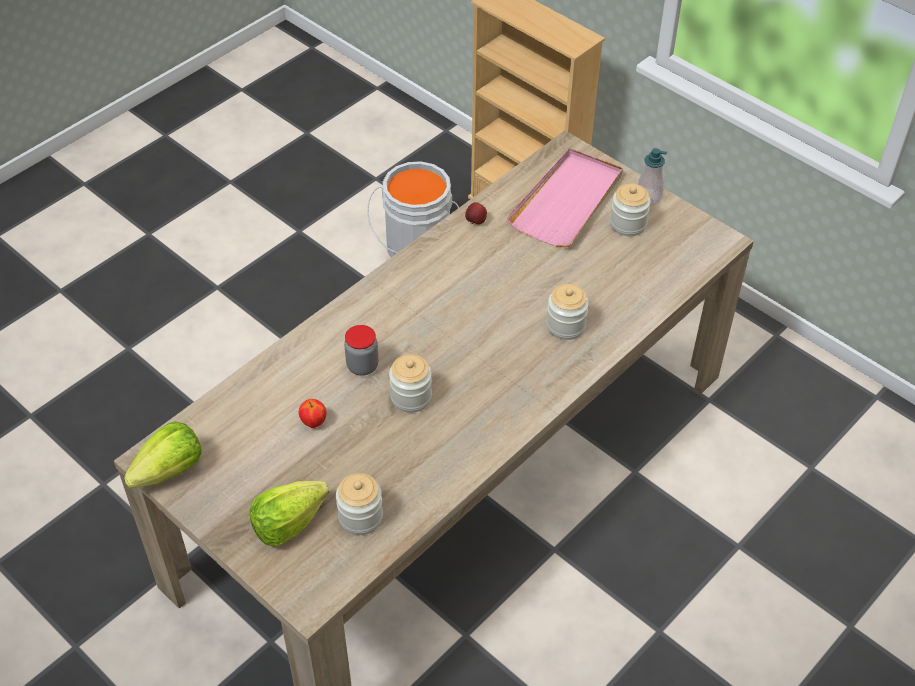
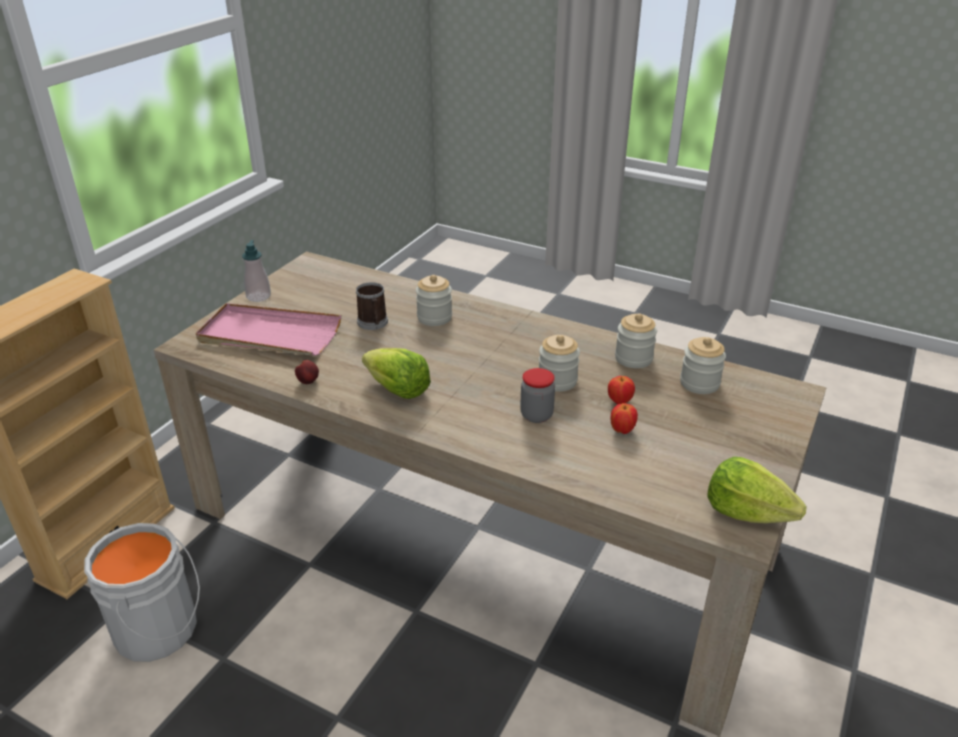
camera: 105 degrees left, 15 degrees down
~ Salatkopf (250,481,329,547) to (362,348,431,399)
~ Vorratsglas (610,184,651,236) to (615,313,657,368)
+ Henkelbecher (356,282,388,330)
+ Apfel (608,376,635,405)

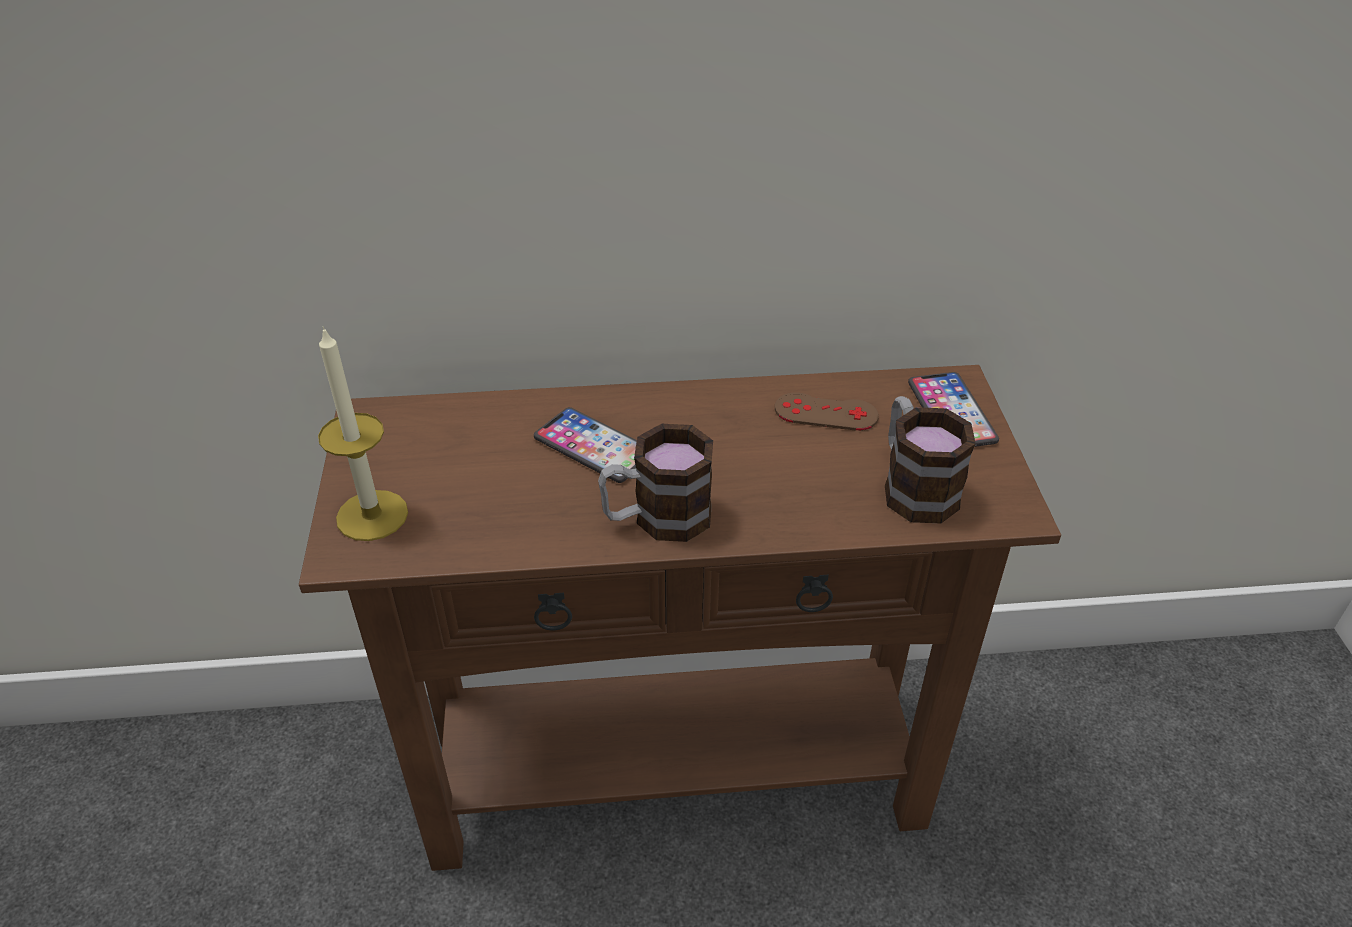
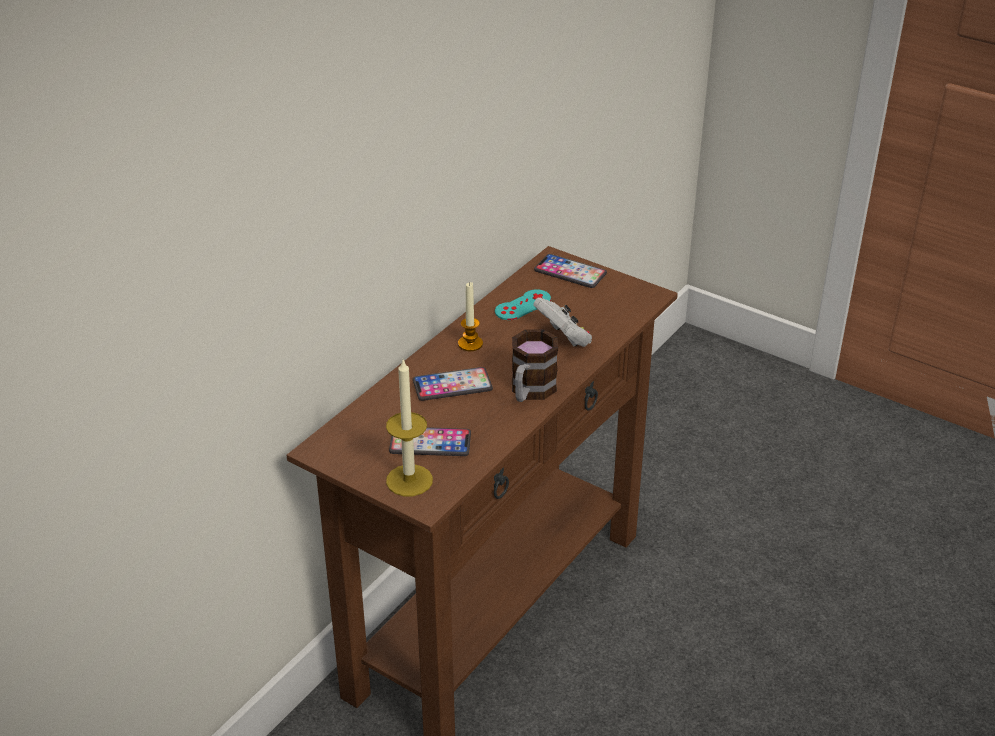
camera: 50 degrees left, 5 degrees down
~ Gamepad/braun (775,392,879,431) to Gamepad/türkis (495,289,551,320)
- Henkelbecher (885,396,976,523)
+ Handy (389,427,471,456)
+ Kerze (458,282,483,351)
+ Gamepad/weiß (533,297,592,347)

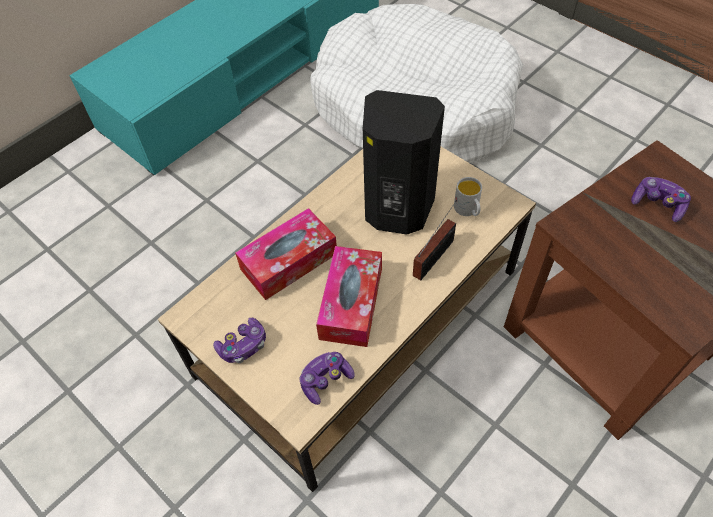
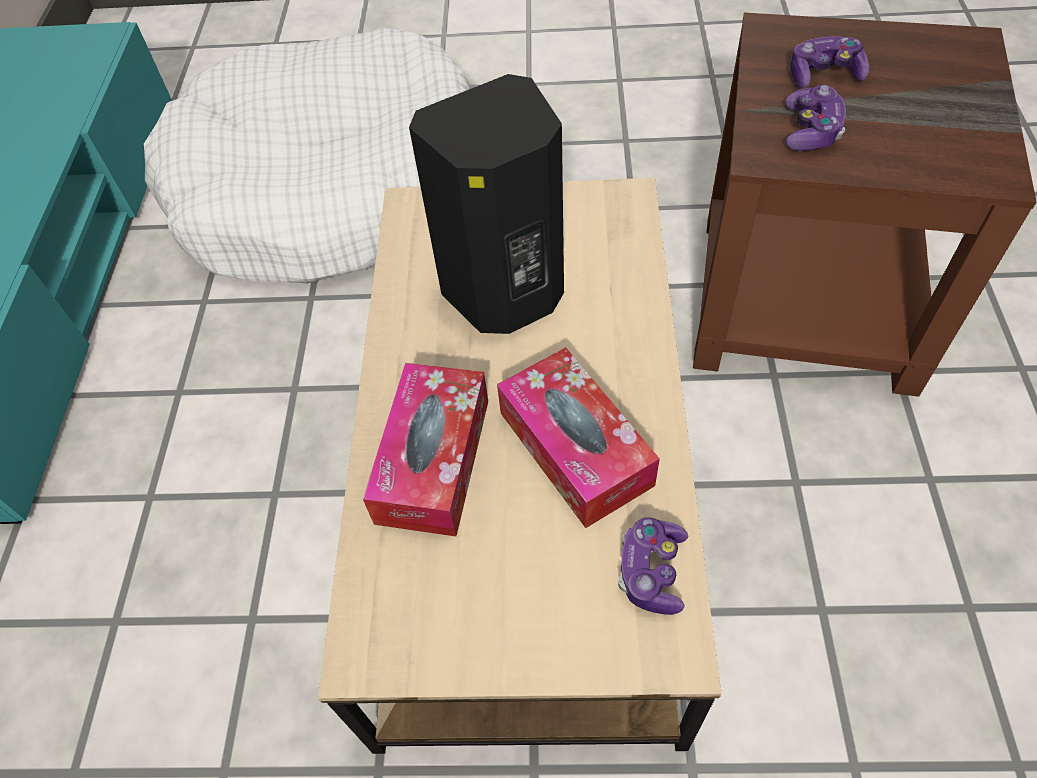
camera: 40 degrees left, 0 degrees up
~ Gamepad (213,318,266,363) to (785,85,846,151)
- Radio (413,200,457,280)
- Henkelbecher/weiß (454,177,482,216)

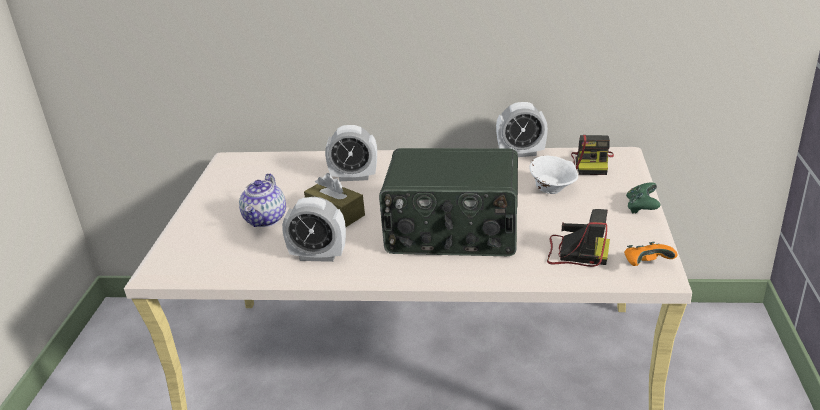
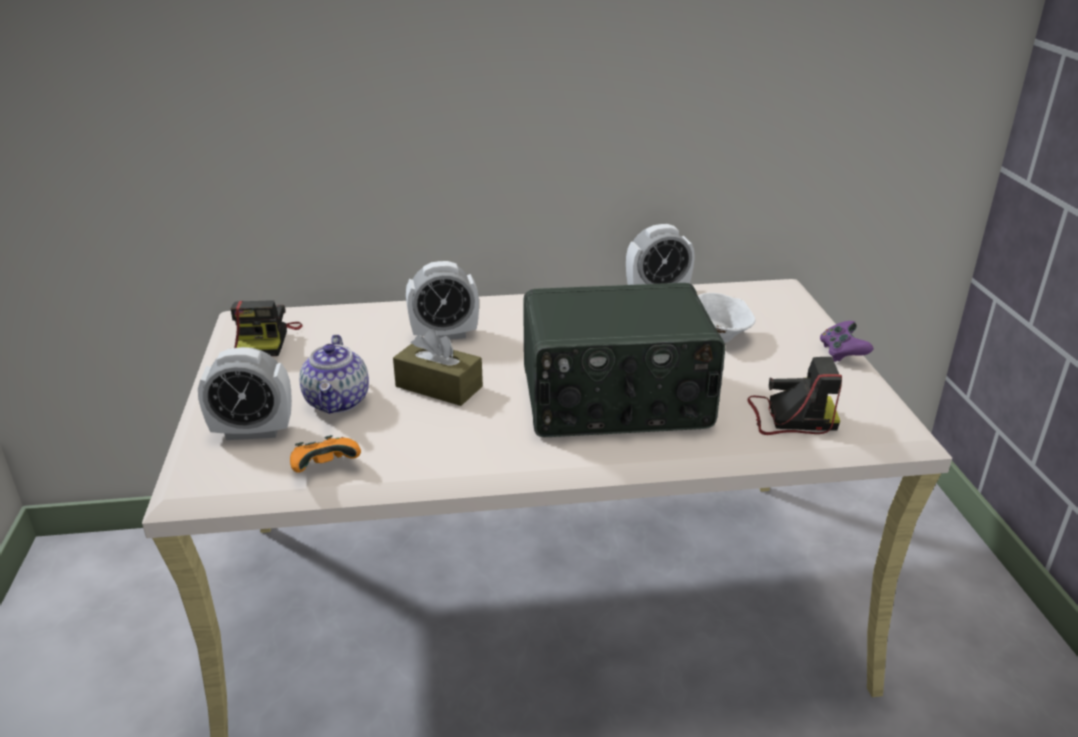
camera: 15 degrees left, 0 degrees up
~ Wecker (282,197,346,262) to (198,347,292,440)
~ Kamera (571,135,614,175) to (230,300,303,356)
~ Gamepad/orange (624,242,677,266) to (290,435,361,472)
~ Gamepad/grün (626,182,661,213) to Gamepad/lila (820,321,874,362)

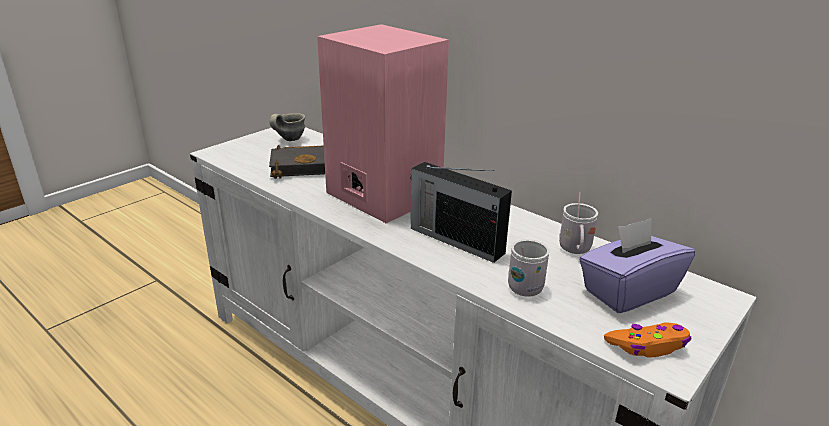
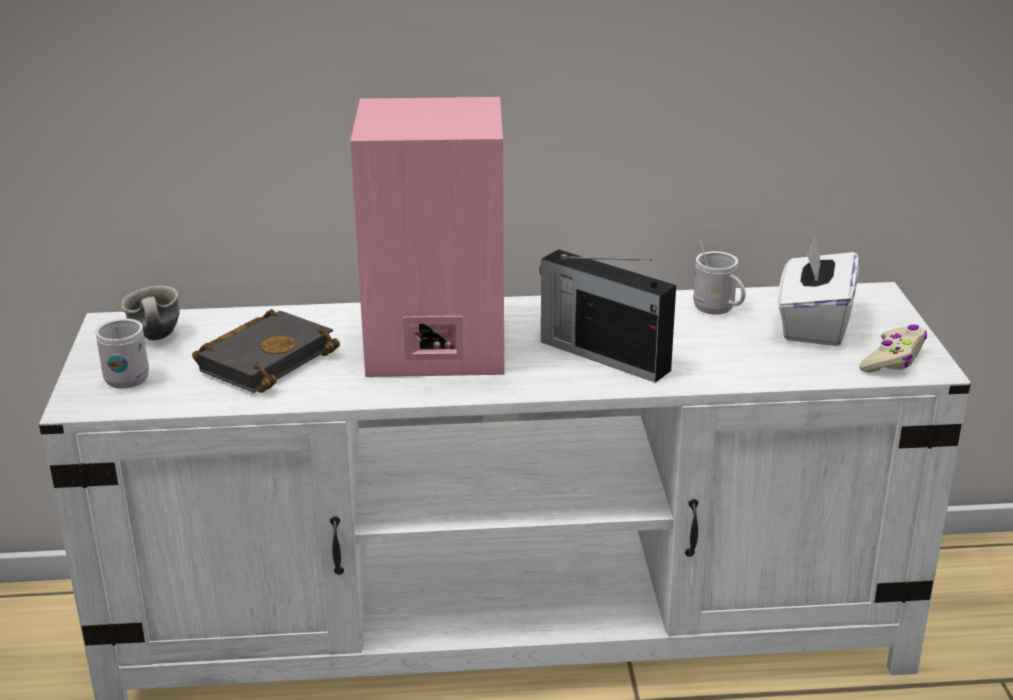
camera: 45 degrees left, 0 degrees up
~ Radio (410,162,512,263) = (539,249,676,383) 45 degrees clockwise
~ Henkelbecher/weiß (508,239,550,297) to (95,319,149,389)
~ Taschentuchbox/lila (579,218,695,313) to Taschentuchbox/weiß (778,235,859,346)
~ Gamepad/orange (604,322,691,358) to Gamepad/beige (859,325,927,373)

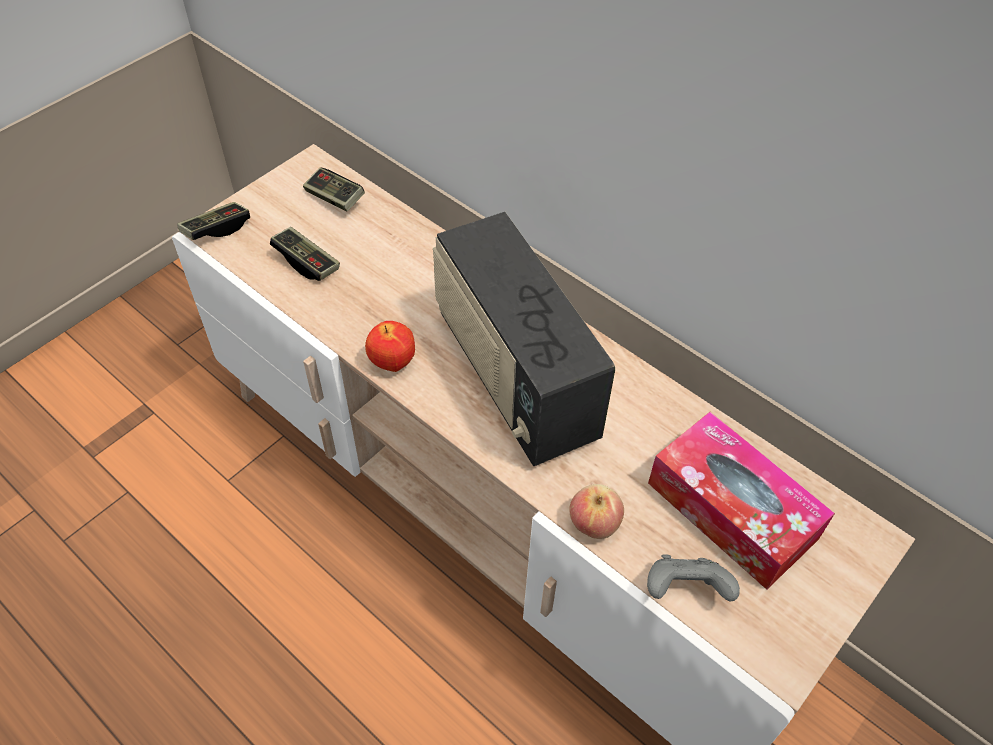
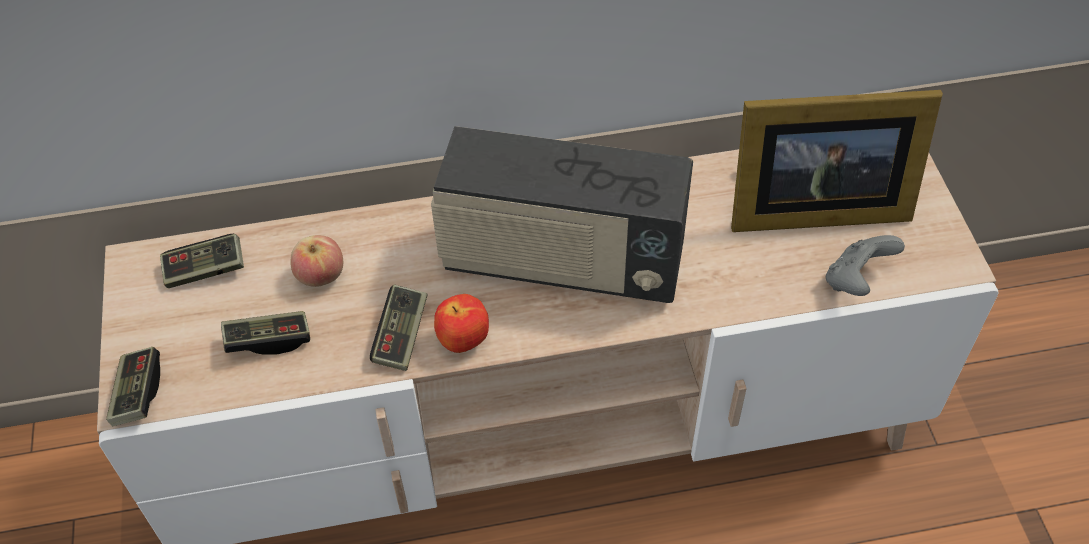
camera: 50 degrees left, 0 degrees up
~ Apfel (569,484,624,539) to (291,235,343,287)
~ Taschentuchbox (648,412,835,590) to Bilderrahmen (731,90,943,232)
+ Gamepad (370,285,428,371)

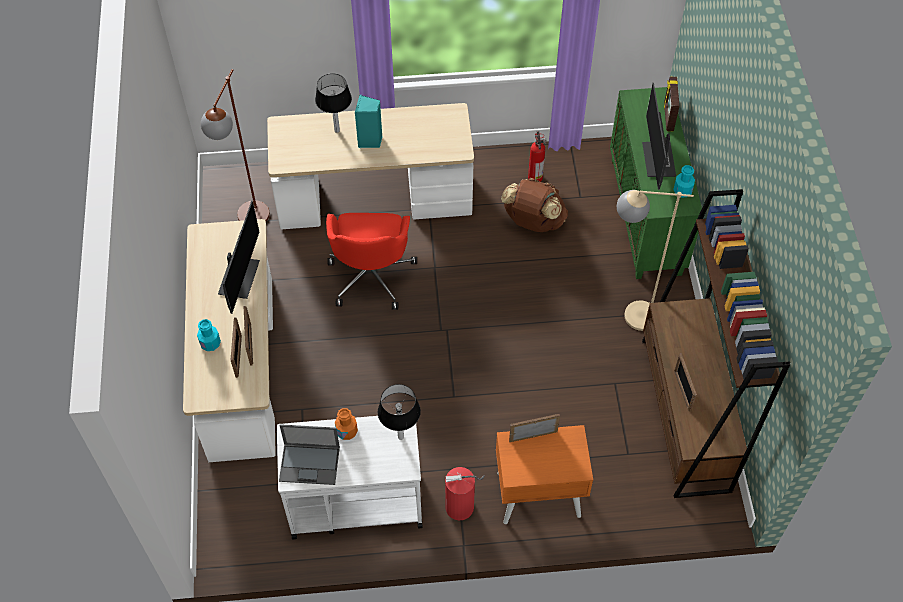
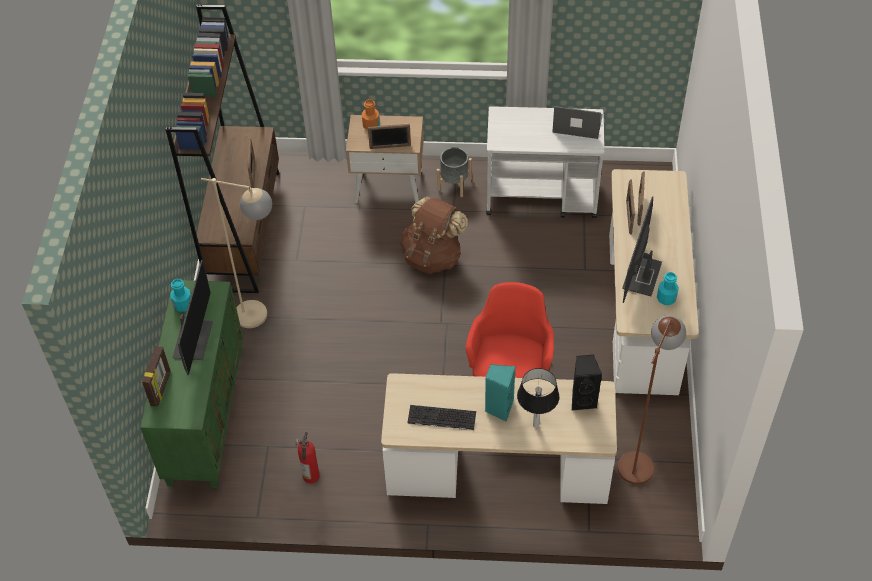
camera: 170 degrees left, 5 degrees down
~ Flasche/türkis (197,319,221,351) to (657,272,679,305)
~ Flasche/orange (335,408,358,440) to (362,99,380,130)
- Tischlampe (378,384,421,440)
~ Feuerlöscher (445,467,485,520) to Pflanzkübel/grau (437,147,472,197)
~ Nachttisch/orange (496,425,593,524) to Nachttisch/beige (346,115,424,203)
~ Rucksack/braun (501,178,568,232) to (400,196,468,274)
+ Tastatur (407,405,476,430)
+ Lautsprecher/schwarz (572,355,602,411)

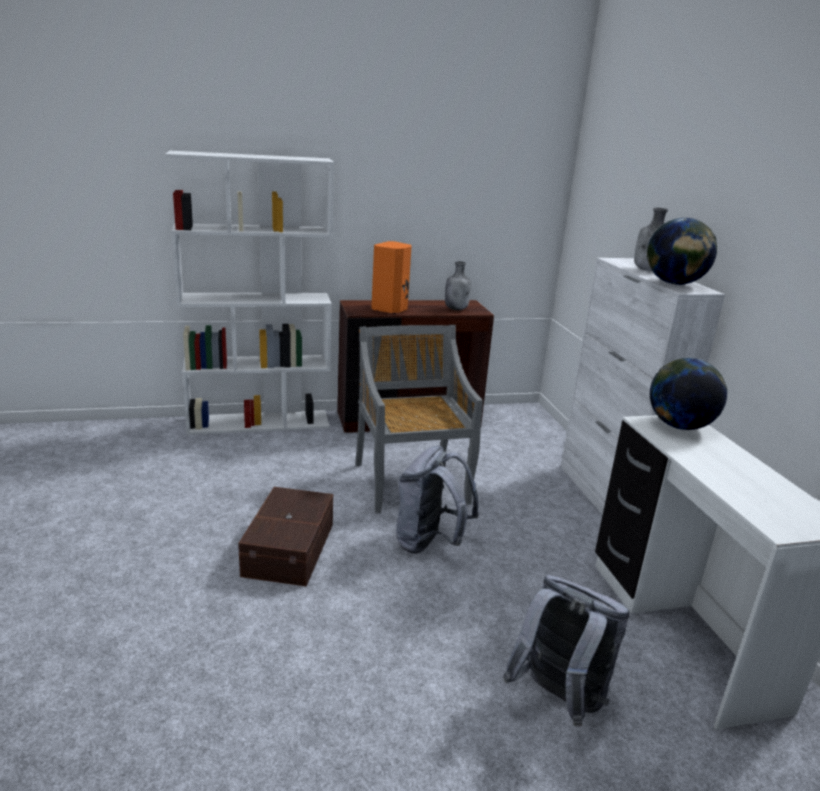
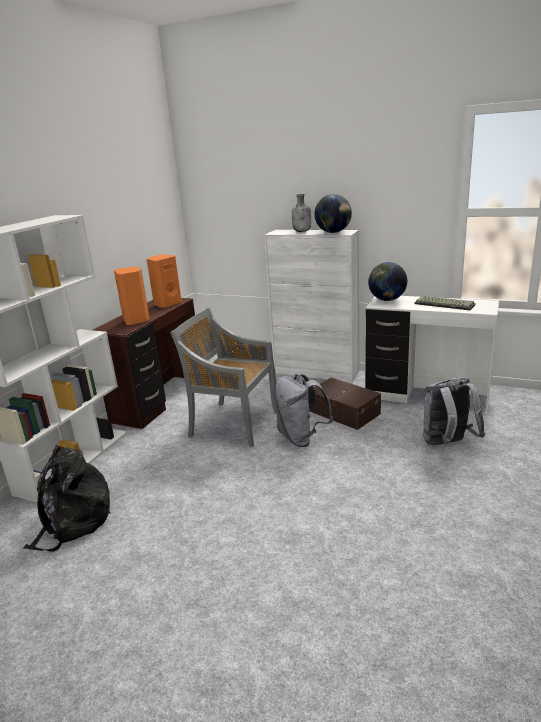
camera: 50 degrees left, 0 degrees up
~ Aufbewahrungsbox/braun (238,487,333,586) to (308,377,381,430)
~ Flasche/grau (445,261,471,310) to Lautsprecher/orange (147,254,182,308)
+ Rucksack/schwarz (23,445,111,552)
+ Tastatur (415,296,476,310)

